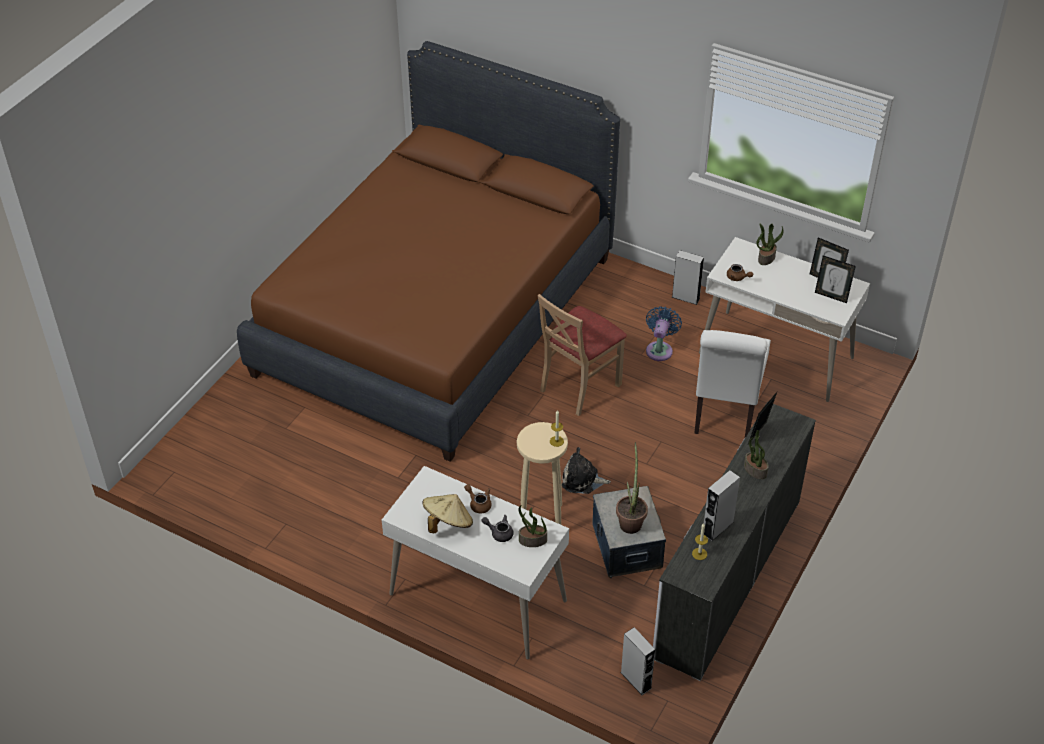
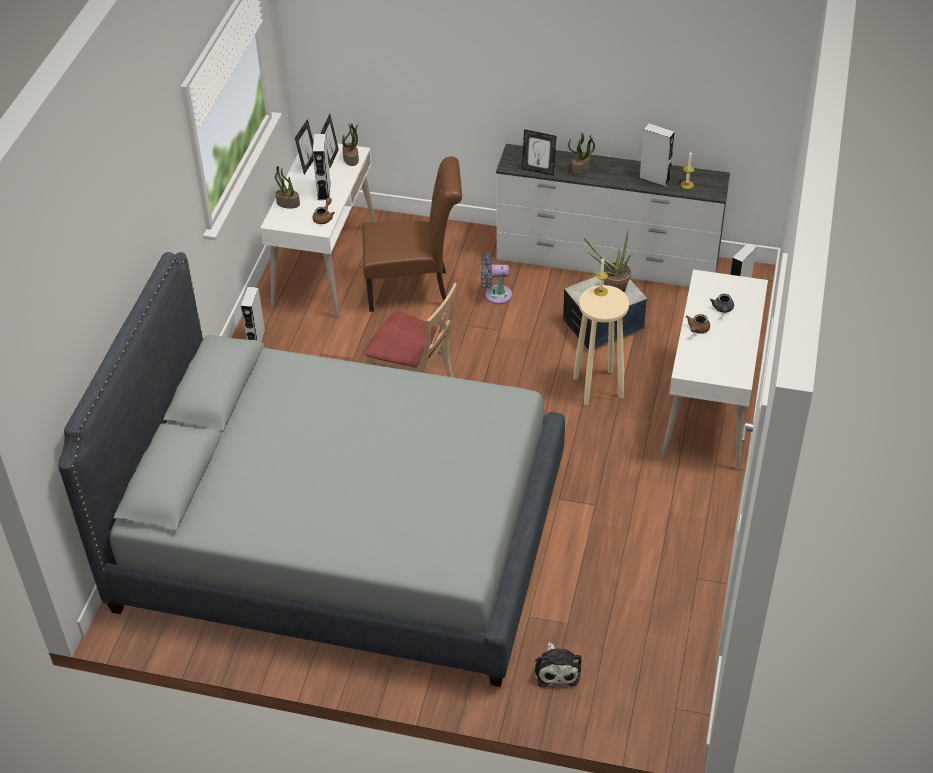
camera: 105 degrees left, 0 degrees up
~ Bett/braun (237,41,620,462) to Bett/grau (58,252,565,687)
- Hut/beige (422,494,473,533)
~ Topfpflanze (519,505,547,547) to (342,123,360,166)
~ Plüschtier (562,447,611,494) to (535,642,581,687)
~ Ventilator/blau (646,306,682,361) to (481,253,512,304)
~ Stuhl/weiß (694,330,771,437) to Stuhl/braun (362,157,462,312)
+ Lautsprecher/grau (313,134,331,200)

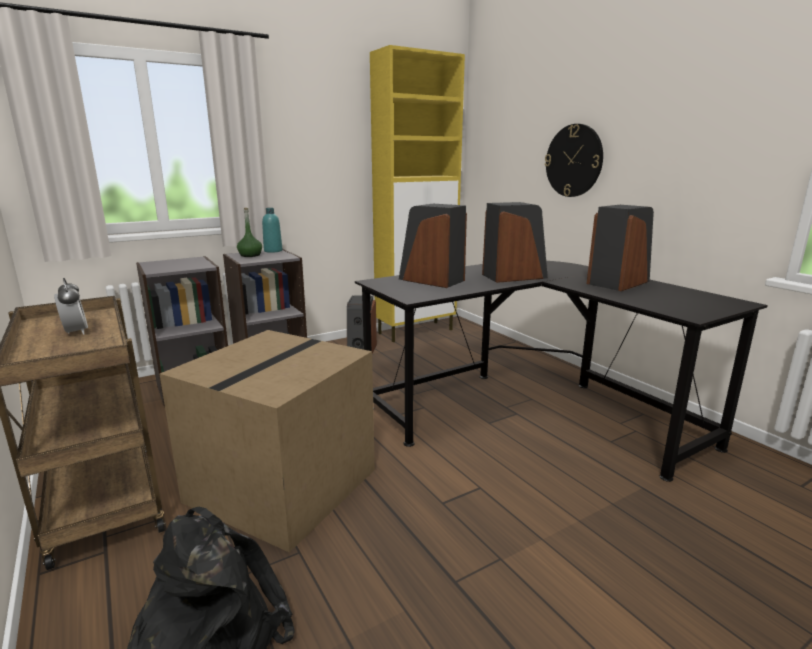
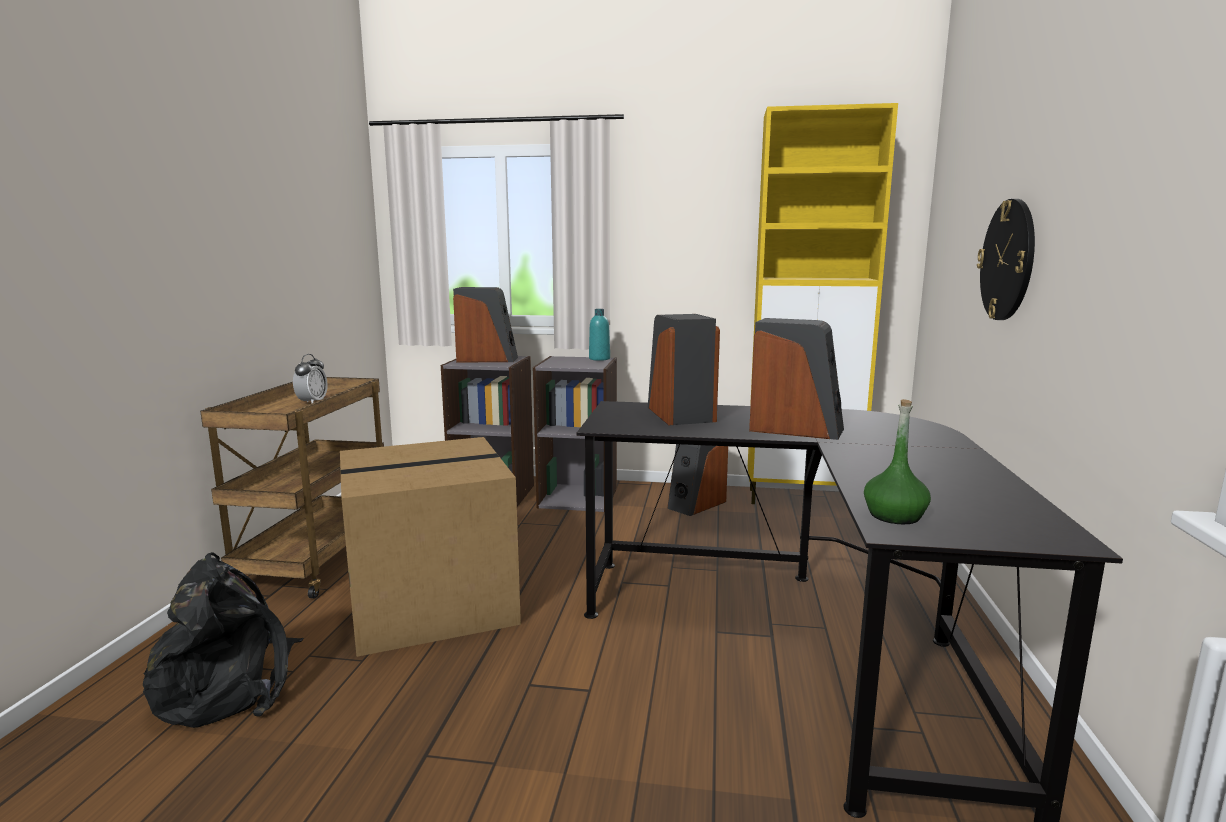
camera: 40 degrees right, 5 degrees down
~ Flasche/grün (237,208,262,257) to (864,399,931,524)
~ Lautsprecher (587,205,654,291) to (453,287,518,362)

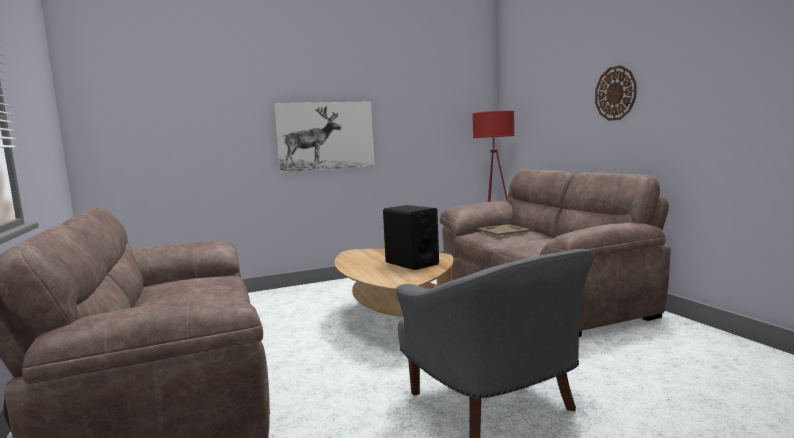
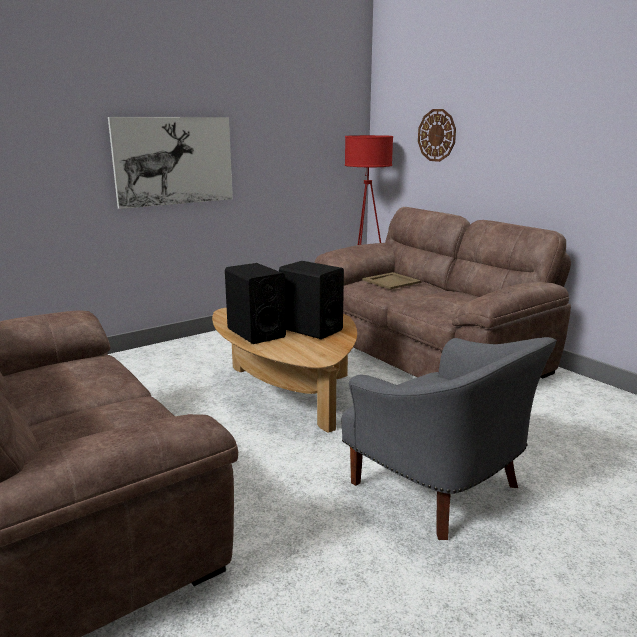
camera: 15 degrees left, 10 degrees up
~ Wanduhr (595,65,637,121) to (418,109,456,162)
+ Lautsprecher/schwarz (225,263,286,344)

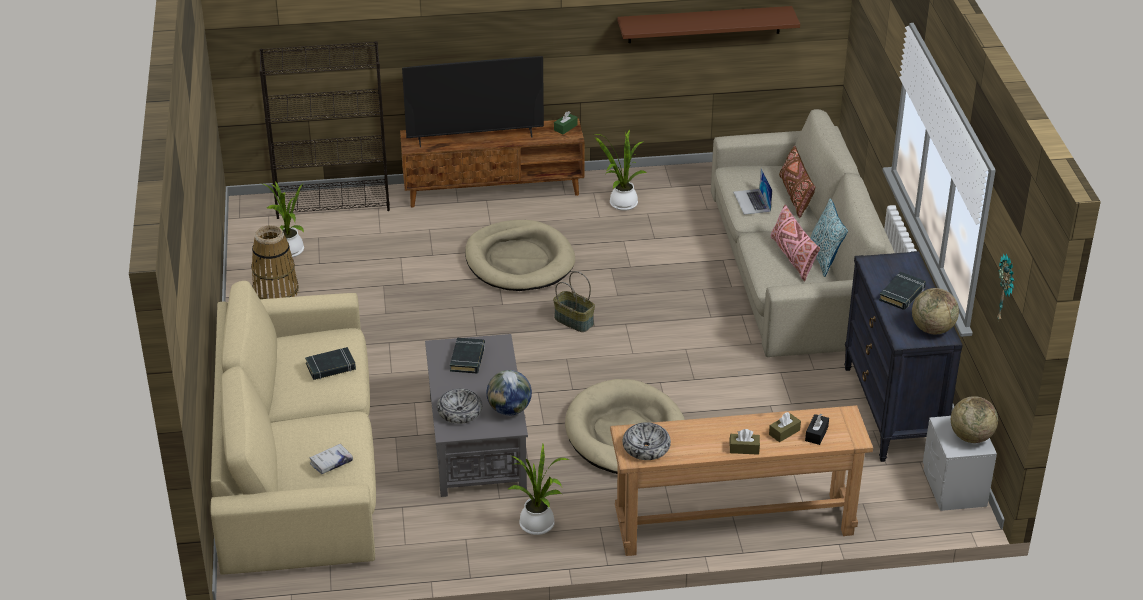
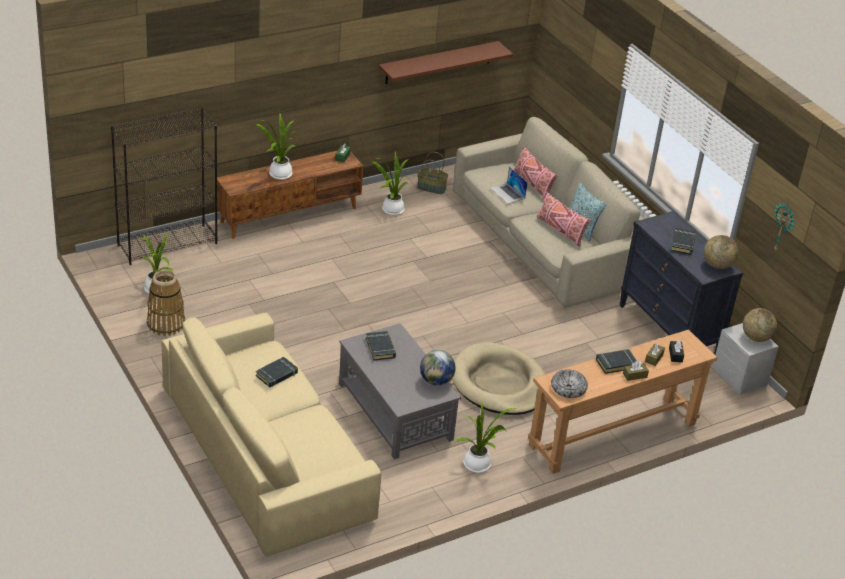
camera: 25 degrees left, 0 degrees up
- Buch/weiß (310,444,353,474)
~ Fernseher (402,56,544,147) to Topfpflanze (256,114,295,180)
- Schüssel (437,388,482,424)
- Hundebett/beige (465,220,575,291)
~ Korb (553,271,595,332) to (417,152,448,194)
~ Kissen/braun (779,146,815,218) to Kissen/rosa (514,147,558,199)
+ Buch/schwarz (596,349,637,374)

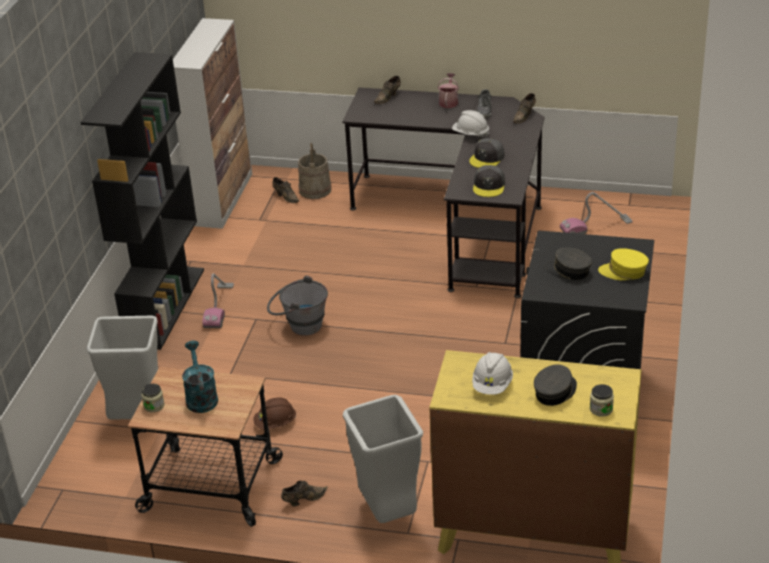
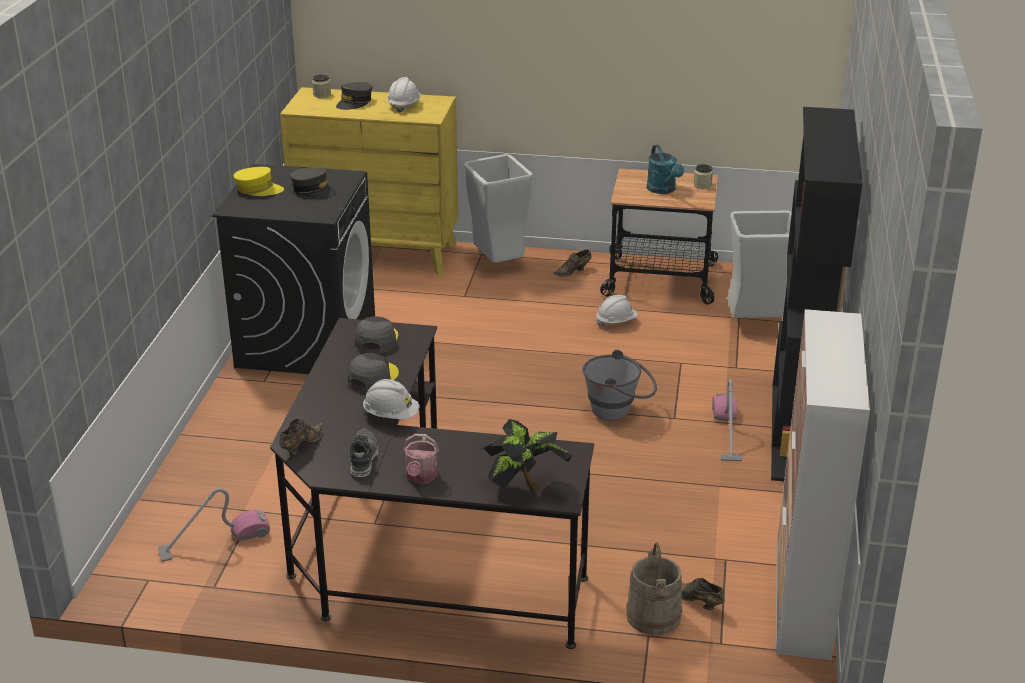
camera: 175 degrees right, 5 degrees down
~ Schutzhelm/braun (253,397,296,430) to Schutzhelm/weiß (596,295,638,327)
~ Schuh/braun (374,76,401,104) to Topfpflanze (480,419,572,491)

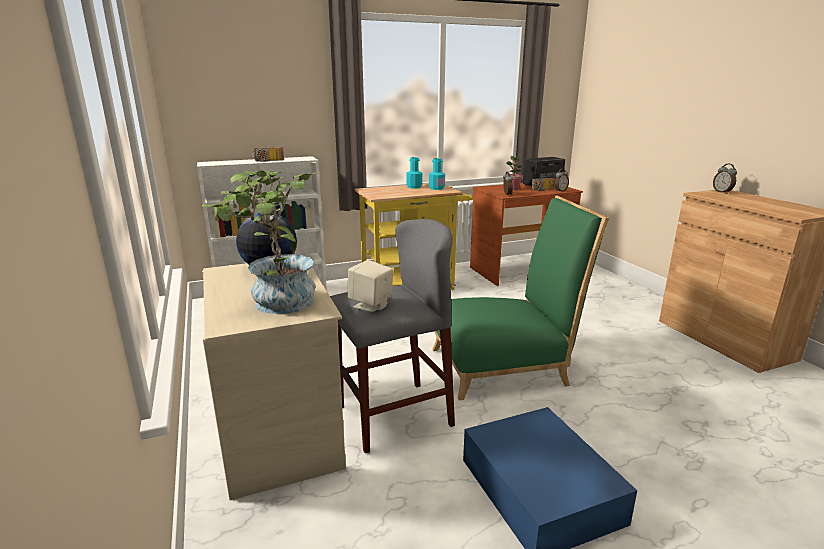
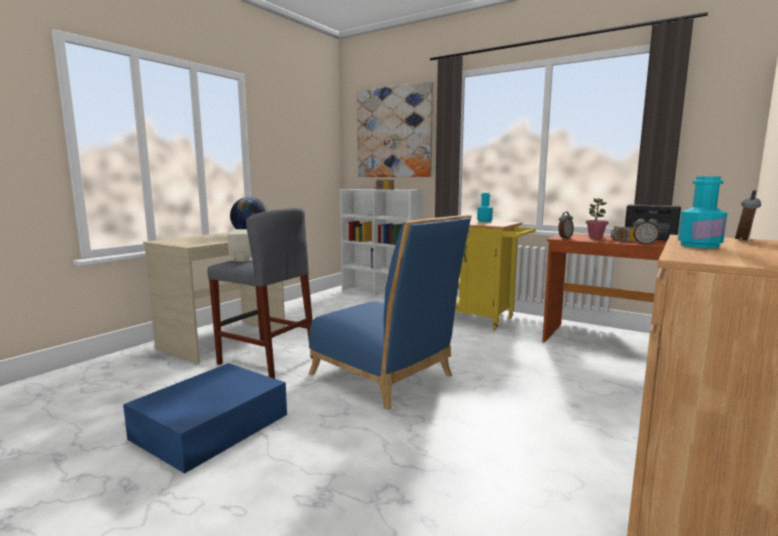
camera: 55 degrees right, 10 degrees down
- Topfpflanze (202,170,317,314)
~ Flasche/türkis (429,158,445,190) to (678,177,727,248)
~ Stuhl/grün (432,196,609,401) to Stuhl/blau (309,215,472,410)
+ Bild (357,81,433,177)

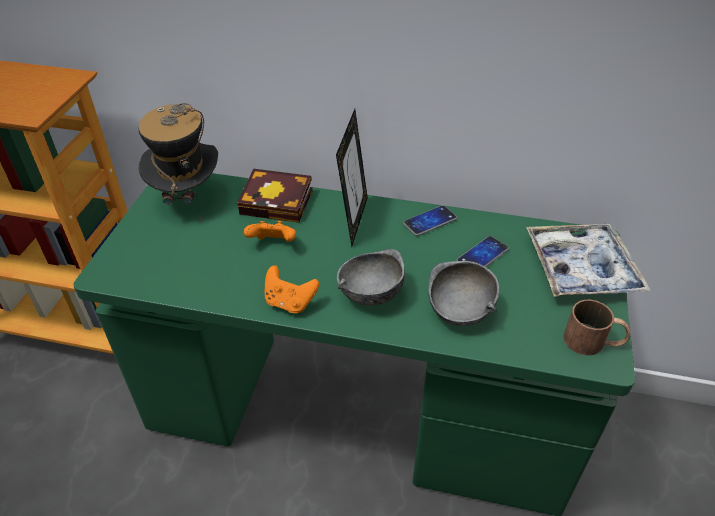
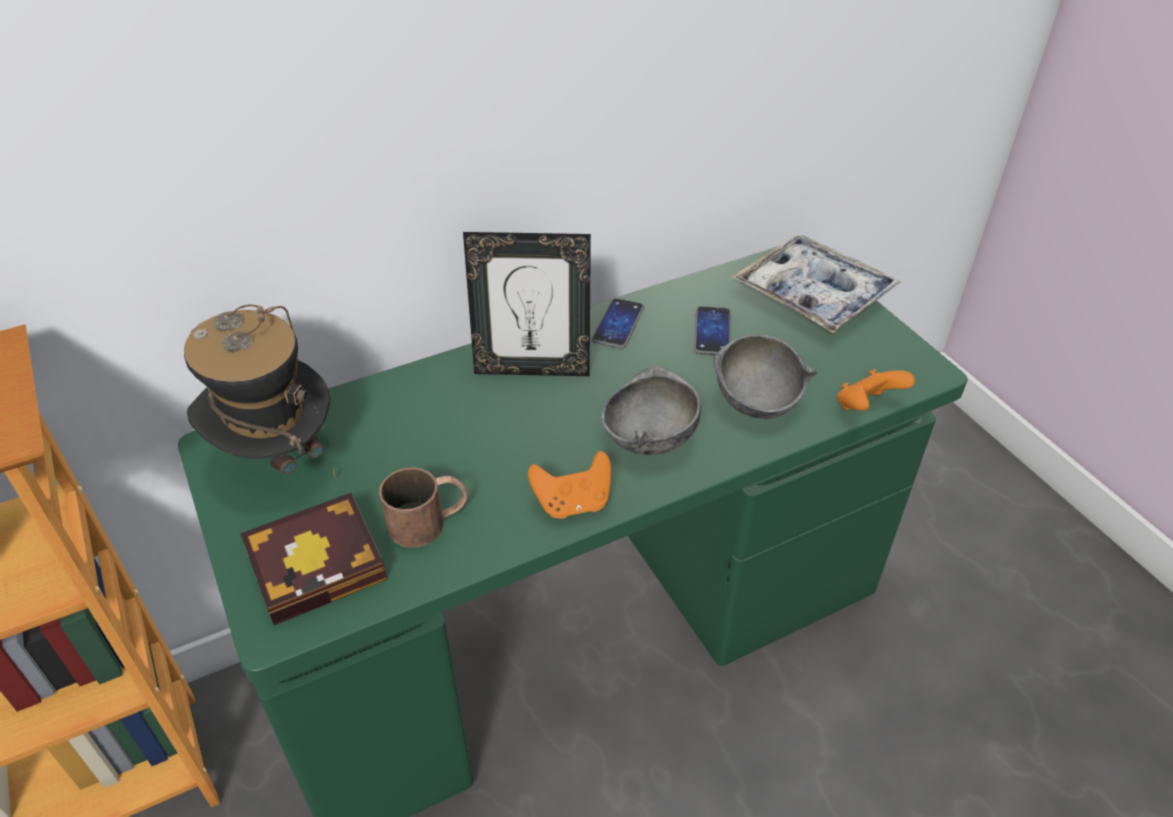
camera: 40 degrees left, 0 degrees up
~ Buch (237,169,312,223) to (240,493,387,625)
~ Gamepad/orange (244,221,296,242) to (837,369,915,411)
~ Bilderrahmen (336,109,368,246) = (463,232,591,376) 120 degrees clockwise
~ Henkelbecher/braun (564,300,631,355) to (379,467,468,548)

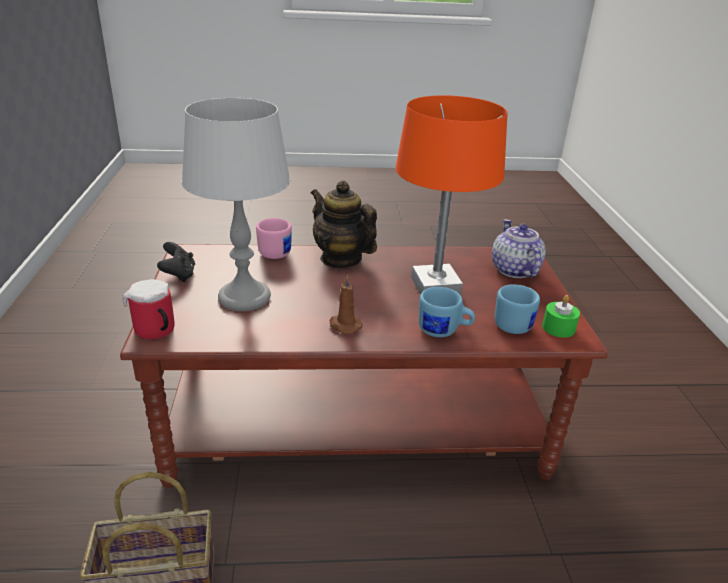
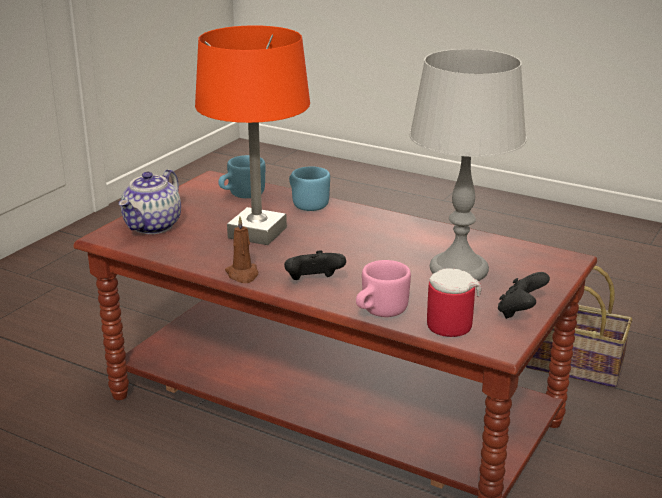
camera: 145 degrees left, 5 degrees down
~ Henkelbecher (122,279,175,339) to (427,268,481,337)
~ Teekanne (311,180,377,269) to Gamepad/schwarz (284,250,346,280)
~ Kerze/braun (330,275,363,334) to (225,216,258,283)
- Kerze/grün (542,295,580,338)

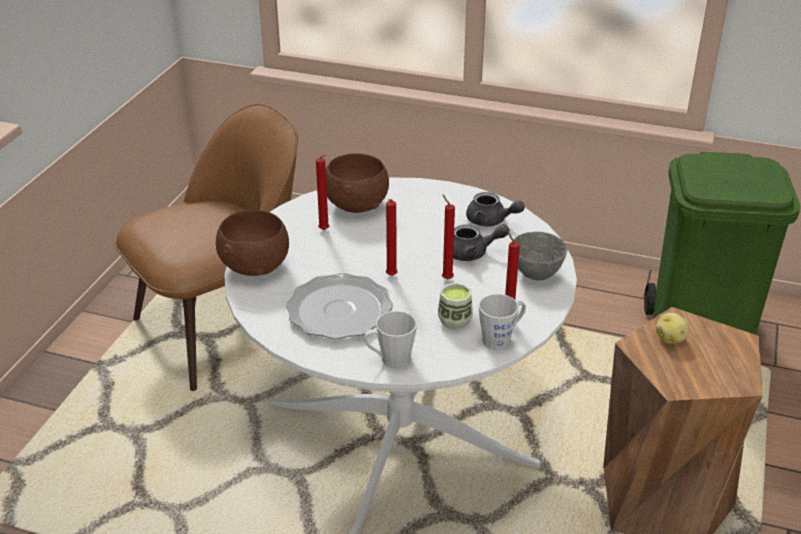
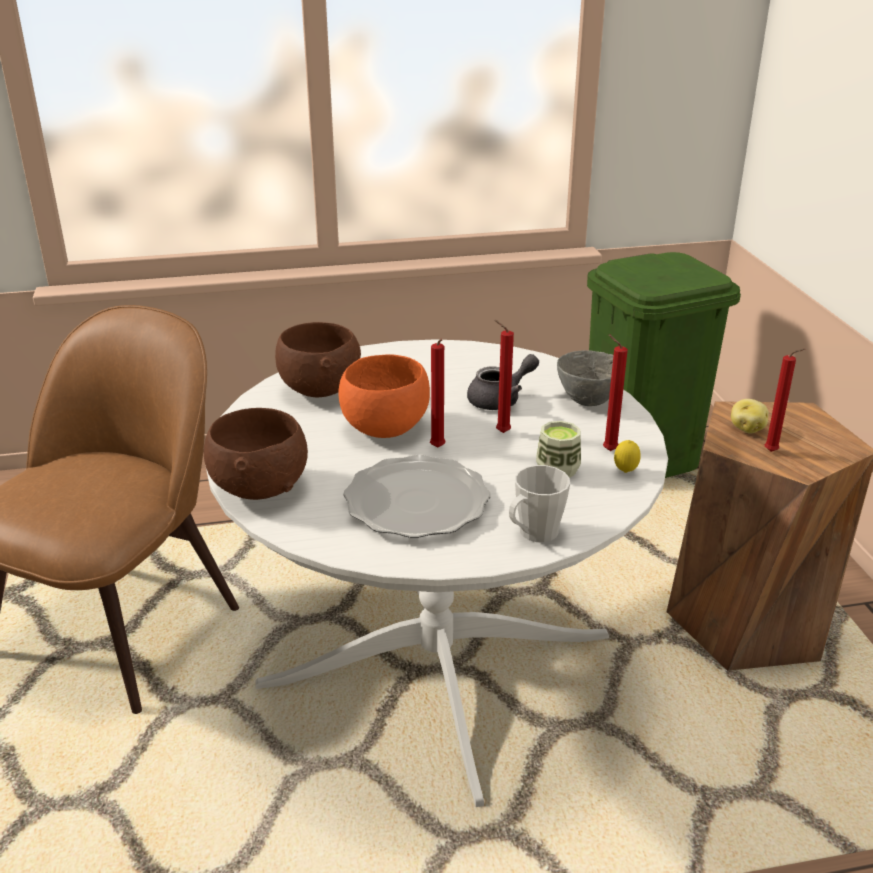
camera: 30 degrees left, 5 degrees down
~ Kerze/rot (316,155,329,230) to (765,348,805,452)
- Teekanne/grau (466,192,525,226)
~ Henkelbecher/grau (479,294,526,350) to Zitrone (614,440,641,473)
+ Schüssel/orange (338,354,430,438)

